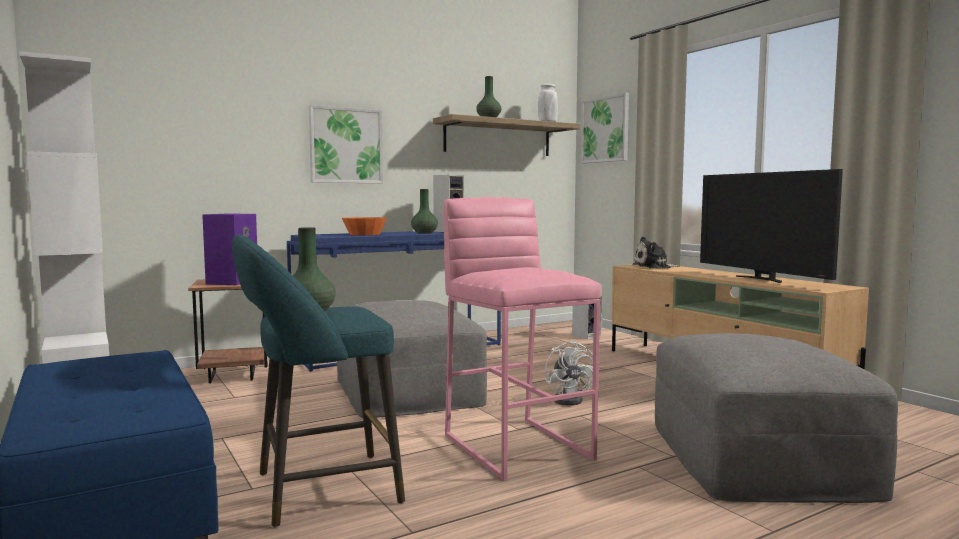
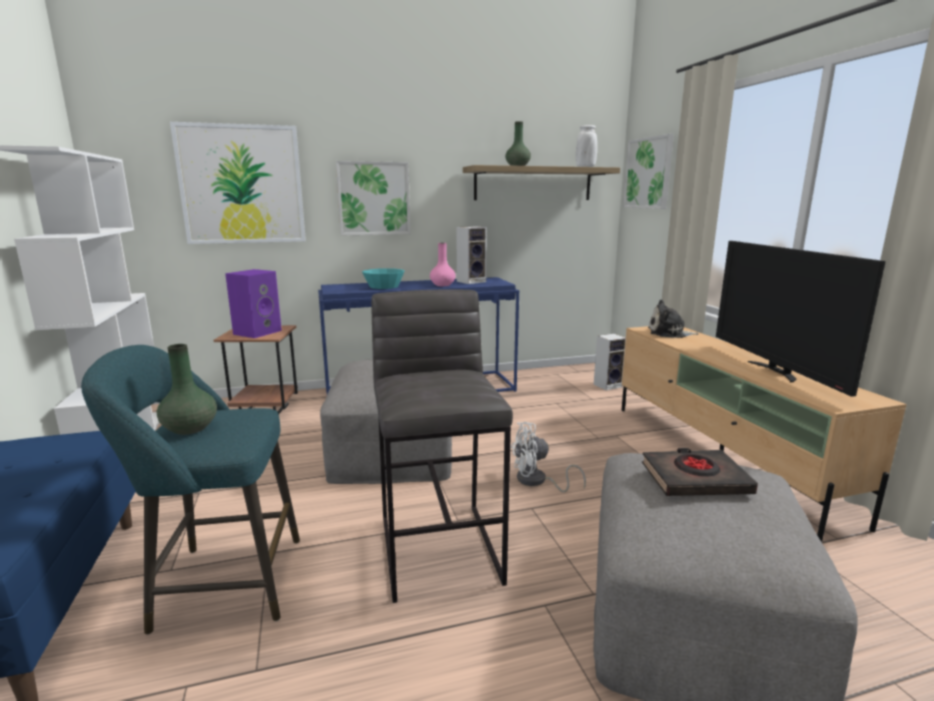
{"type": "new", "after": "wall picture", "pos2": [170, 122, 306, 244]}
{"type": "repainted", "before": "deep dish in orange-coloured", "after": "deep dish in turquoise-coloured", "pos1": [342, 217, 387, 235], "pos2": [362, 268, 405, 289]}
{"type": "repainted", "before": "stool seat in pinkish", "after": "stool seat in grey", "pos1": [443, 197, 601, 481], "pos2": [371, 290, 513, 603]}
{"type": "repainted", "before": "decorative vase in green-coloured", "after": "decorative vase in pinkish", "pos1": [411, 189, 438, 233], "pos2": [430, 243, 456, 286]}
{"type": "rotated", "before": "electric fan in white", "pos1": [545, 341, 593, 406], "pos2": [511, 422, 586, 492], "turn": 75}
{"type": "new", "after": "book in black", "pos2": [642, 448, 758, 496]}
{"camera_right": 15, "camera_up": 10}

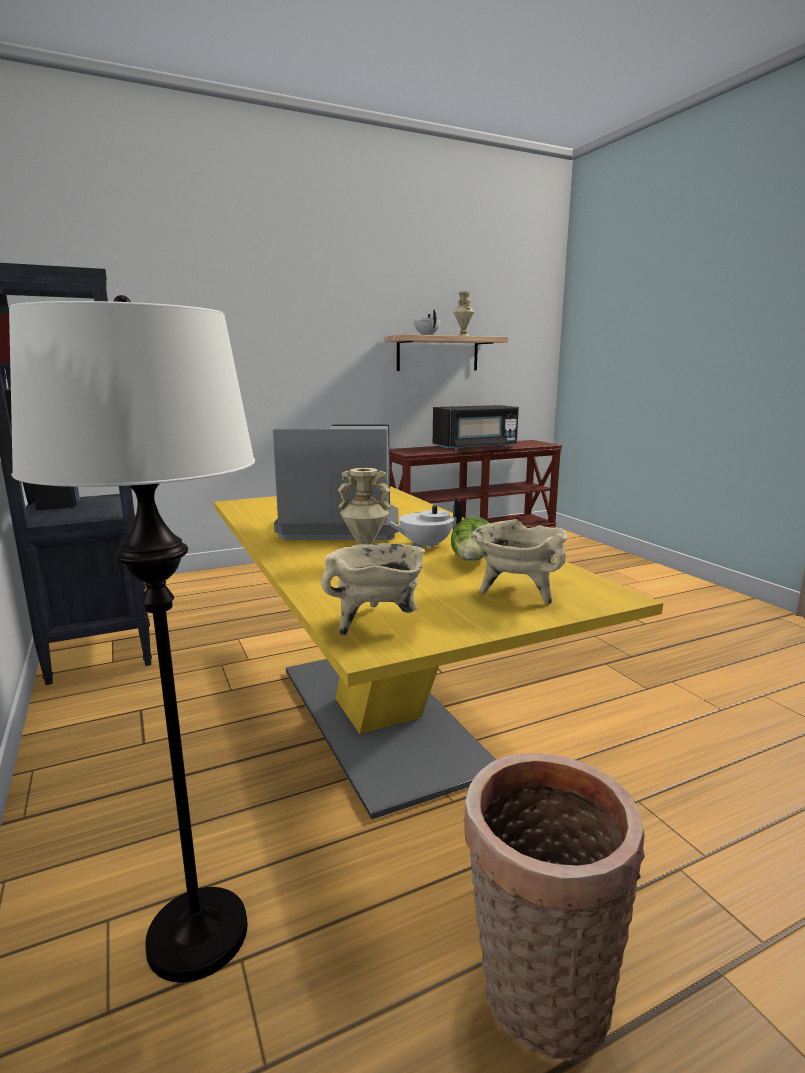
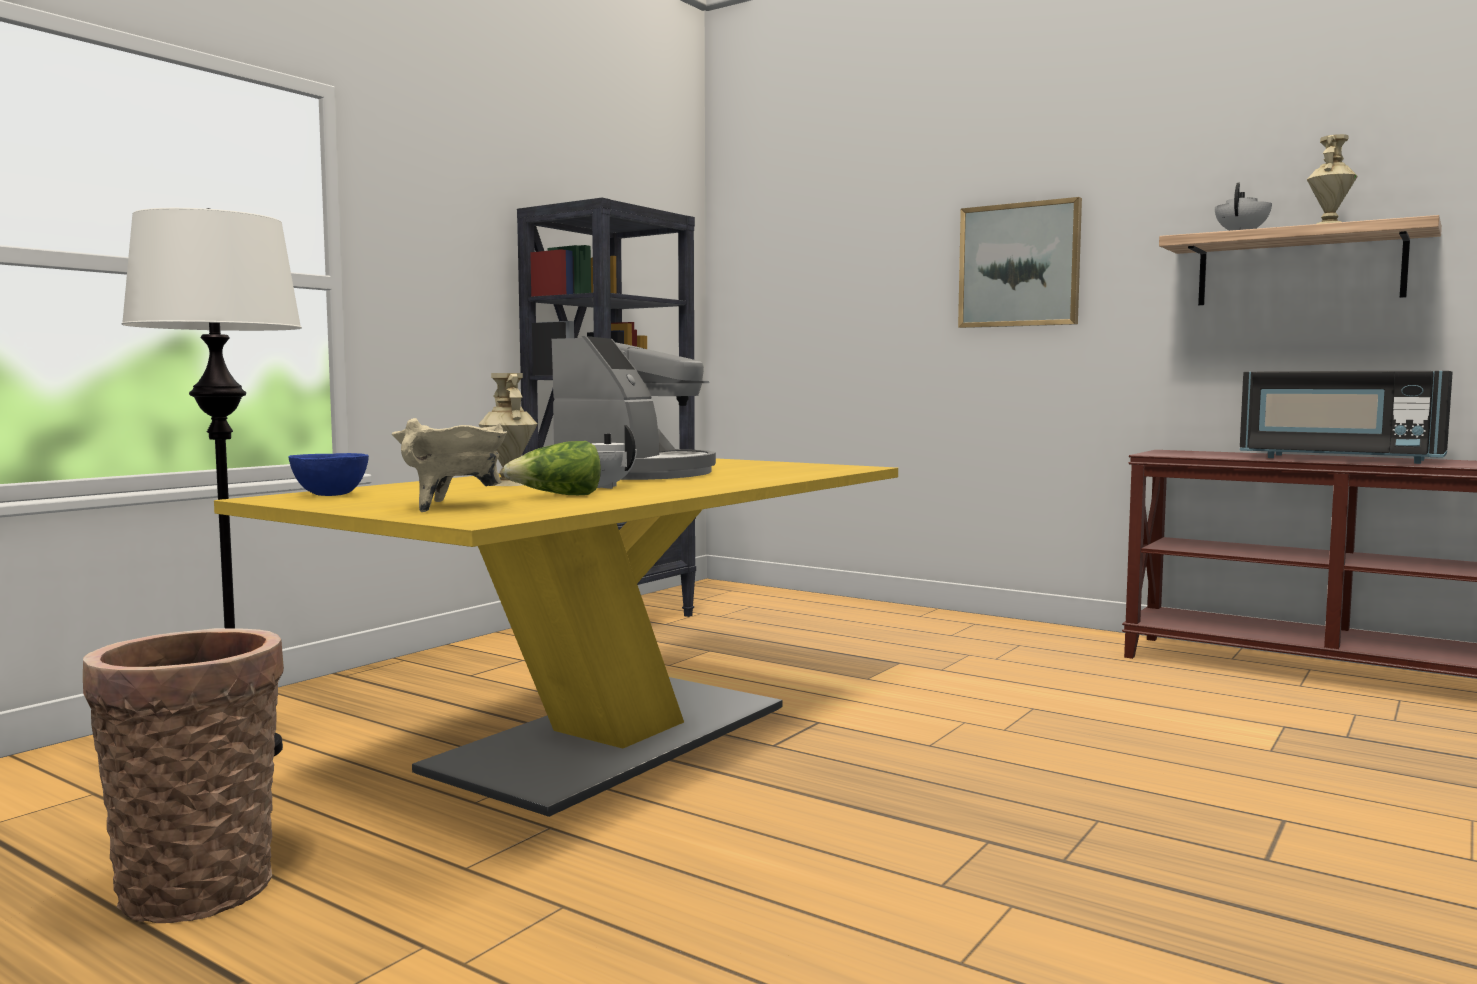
{"type": "swapped", "before": "saucepot in beige", "after": "deep dish in bluish", "pos1": [321, 543, 425, 636], "pos2": [288, 453, 369, 496]}
{"type": "rotated", "before": "coffee maker", "pos1": [273, 424, 398, 540], "pos2": [552, 336, 716, 480], "turn": 45}
{"type": "new", "after": "wall picture", "pos2": [958, 197, 1082, 328]}
{"camera_right": 60, "camera_up": -10}

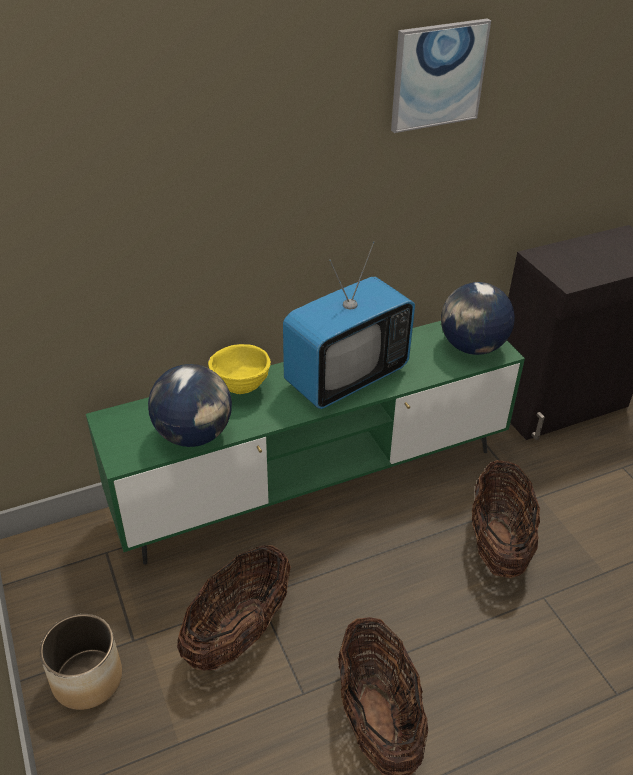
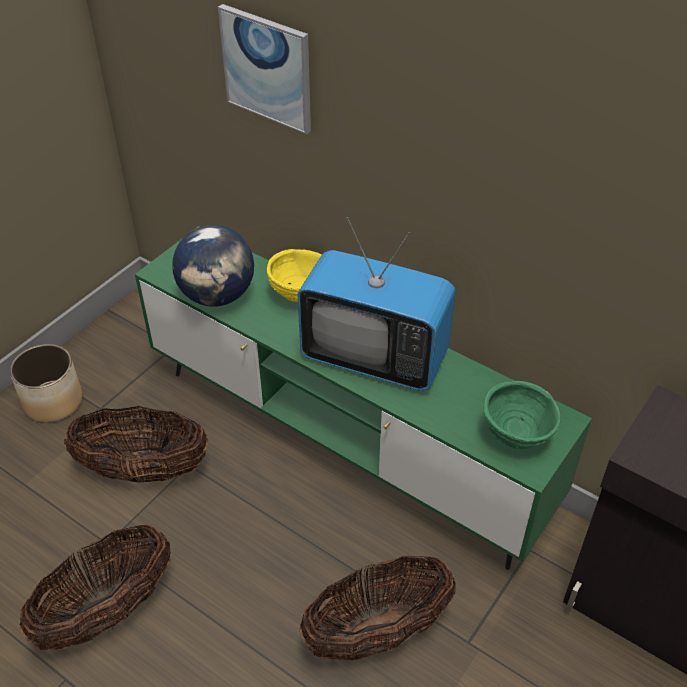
{"type": "shifted", "before": "wall picture", "pos1": [391, 18, 491, 133], "pos2": [218, 4, 311, 134]}
{"type": "swapped", "before": "globe", "after": "deep dish in green-coloured", "pos1": [441, 282, 515, 355], "pos2": [484, 381, 561, 449]}
{"camera_right": 60, "camera_up": 5}

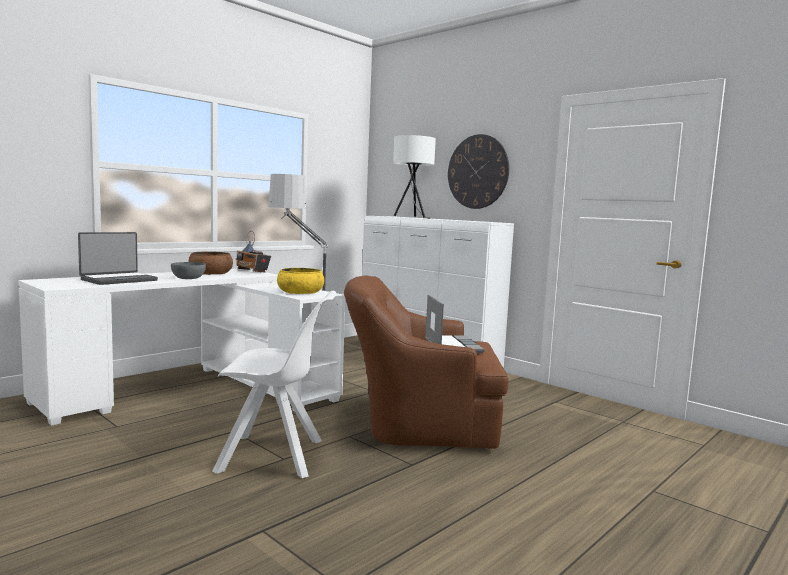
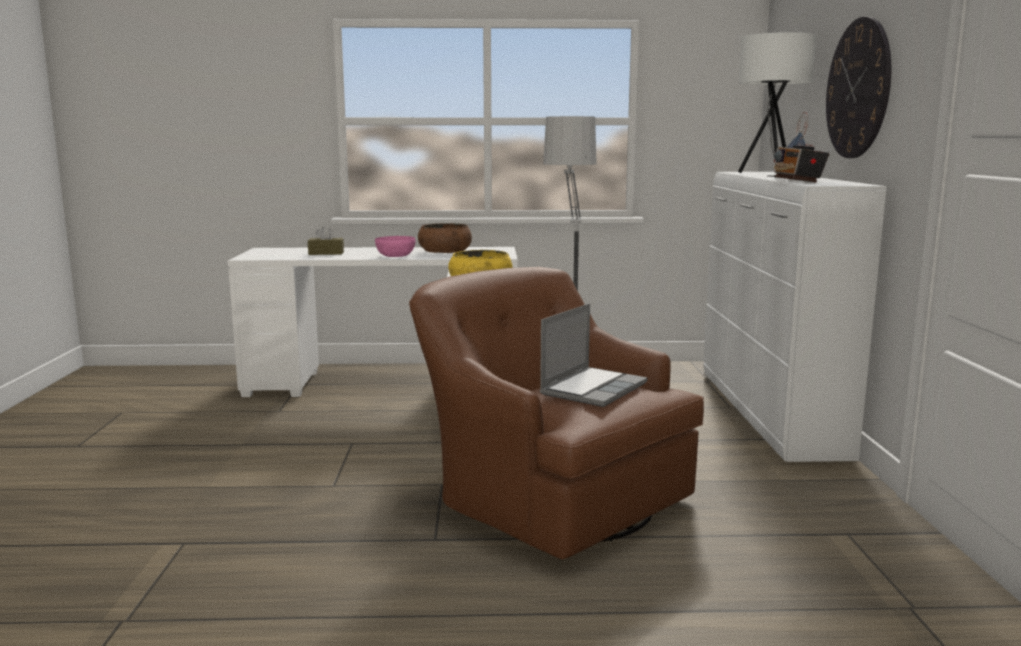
{"type": "swapped", "before": "laptop", "after": "tissue holder in brown-coloured", "pos1": [78, 232, 158, 285], "pos2": [308, 225, 344, 255]}
{"type": "repainted", "before": "deep dish in grey", "after": "deep dish in pinkish", "pos1": [171, 262, 206, 279], "pos2": [375, 236, 415, 257]}
{"type": "shifted", "before": "radio set", "pos1": [236, 231, 271, 273], "pos2": [774, 112, 830, 183]}
{"type": "gone", "before": "upright chair in white", "pos1": [213, 291, 337, 478]}
{"camera_right": 45, "camera_up": 5}

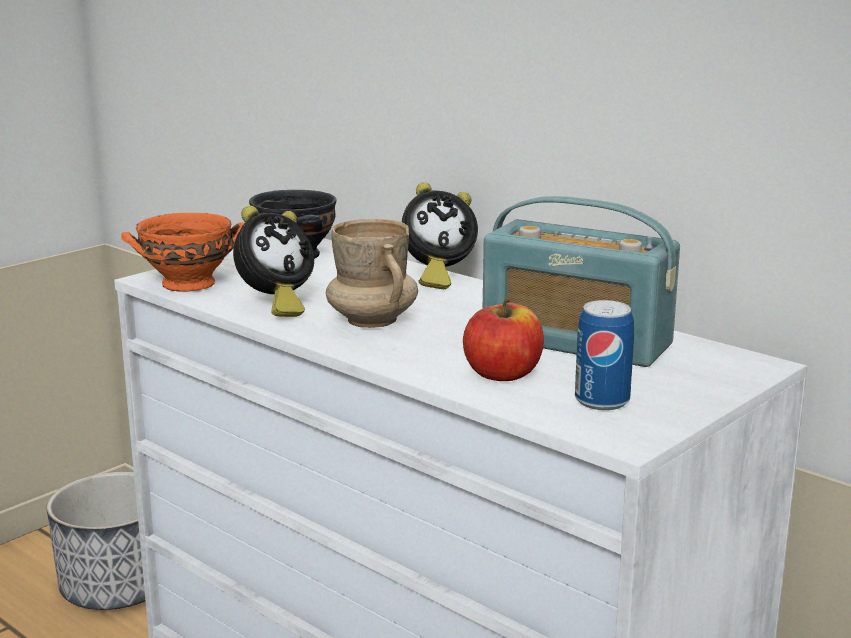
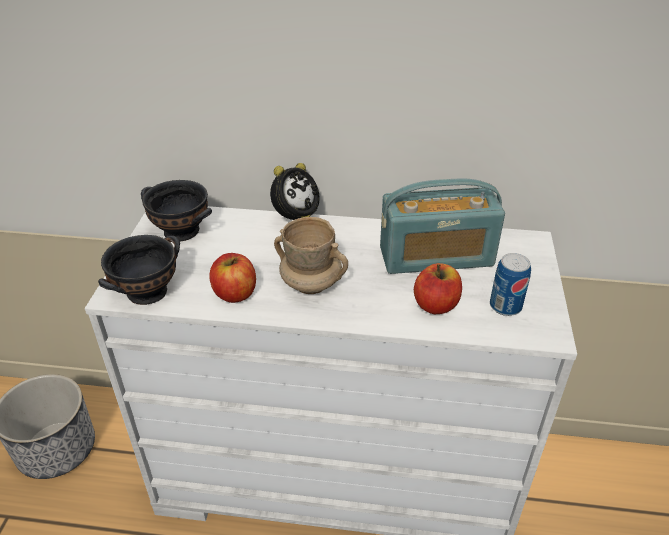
{"type": "repainted", "before": "deep dish in orange-coloured", "after": "deep dish in black", "pos1": [121, 213, 244, 292], "pos2": [98, 235, 180, 305]}
{"type": "swapped", "before": "alarm clock", "after": "whole apple", "pos1": [233, 206, 314, 317], "pos2": [209, 253, 256, 303]}
{"camera_right": -35, "camera_up": 20}

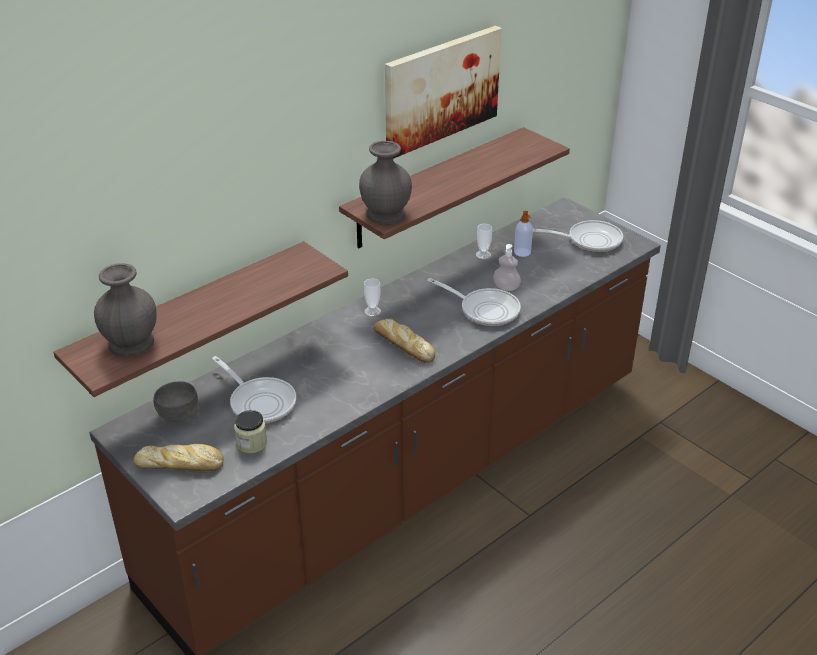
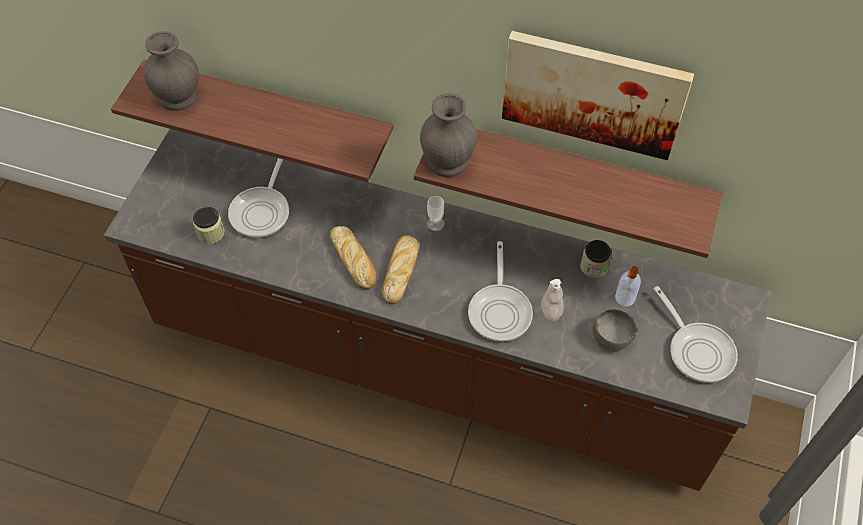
{"type": "shifted", "before": "bakery bread", "pos1": [133, 444, 224, 471], "pos2": [330, 226, 377, 289]}
{"type": "swapped", "before": "cup", "after": "preserve jar", "pos1": [476, 224, 492, 259], "pos2": [580, 240, 611, 278]}
{"type": "shifted", "before": "deep dish in grey", "pos1": [153, 381, 198, 422], "pos2": [593, 309, 636, 351]}
{"camera_right": 60, "camera_up": 20}

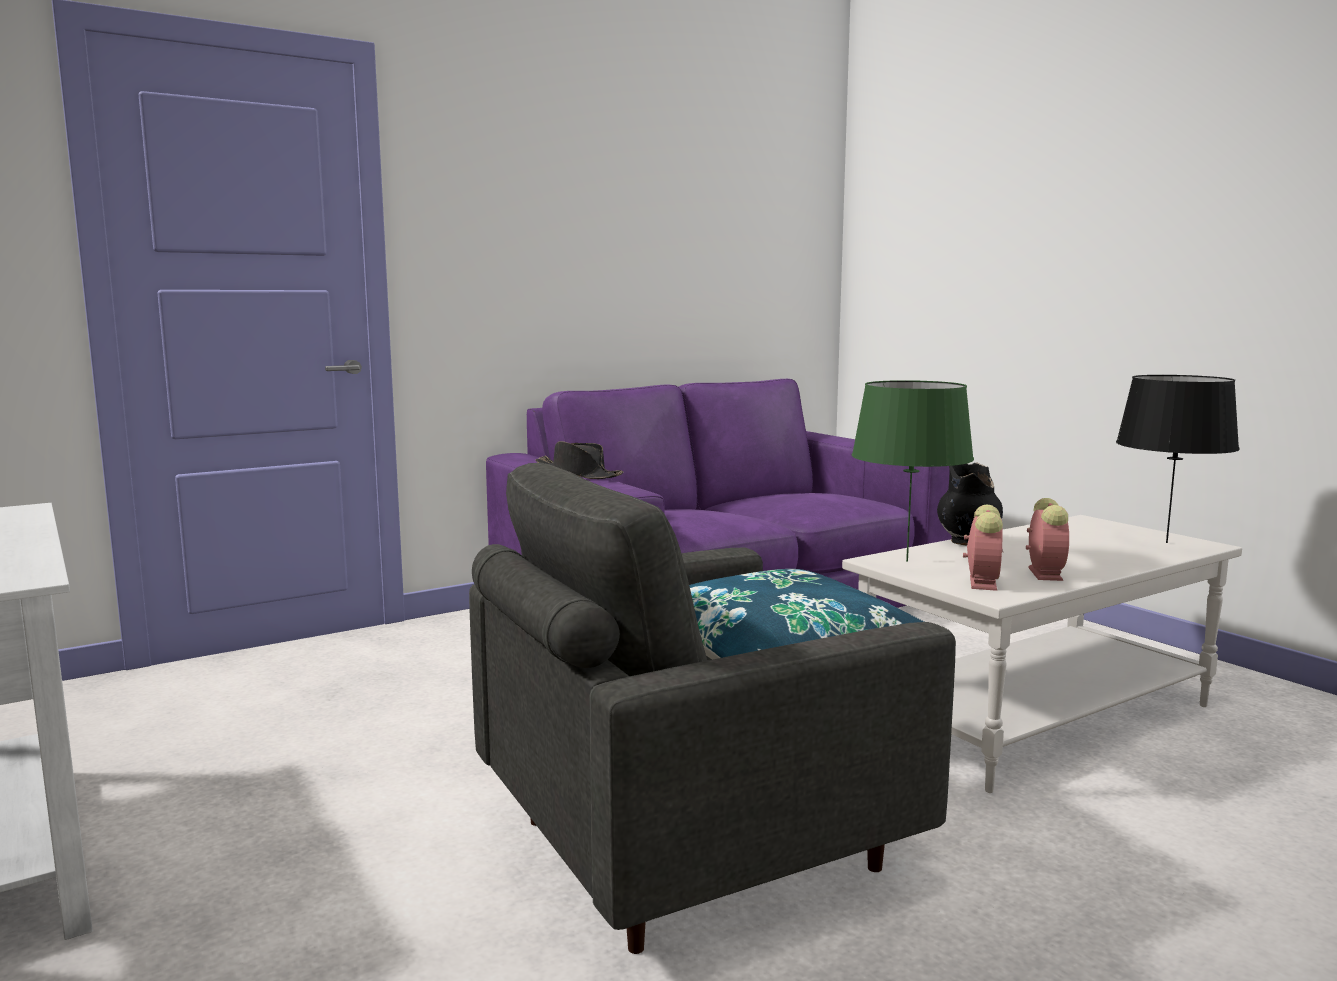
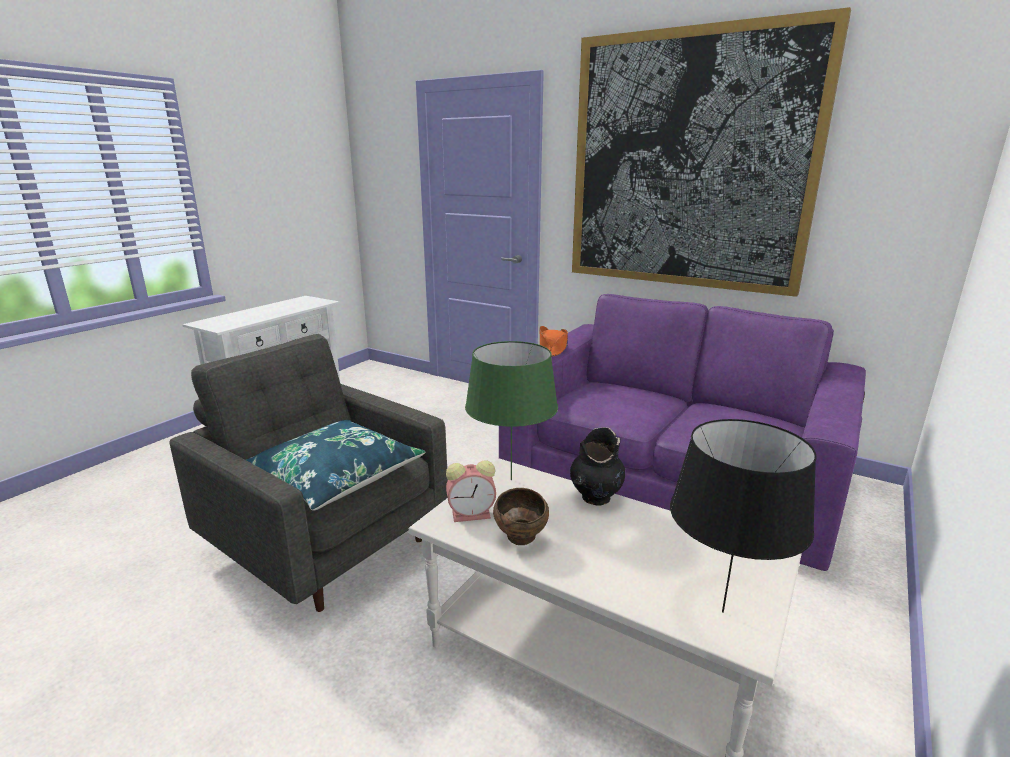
{"type": "swapped", "before": "alarm clock", "after": "deep dish in brown-coloured", "pos1": [1026, 498, 1069, 581], "pos2": [493, 488, 549, 545]}
{"type": "repainted", "before": "clothing hat in black", "after": "clothing hat in orange-coloured", "pos1": [535, 441, 623, 479], "pos2": [539, 326, 568, 357]}
{"type": "new", "after": "wall picture", "pos2": [572, 7, 851, 297]}
{"camera_right": 65, "camera_up": 10}

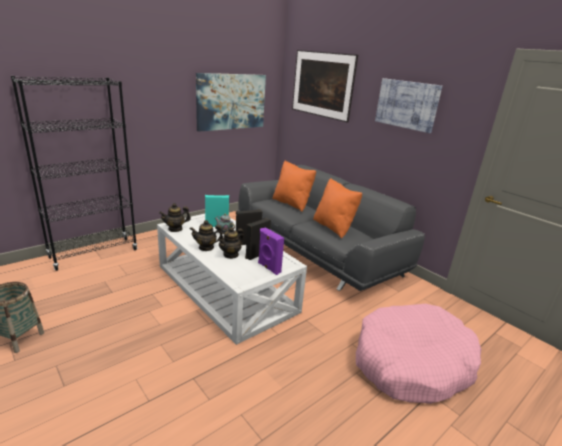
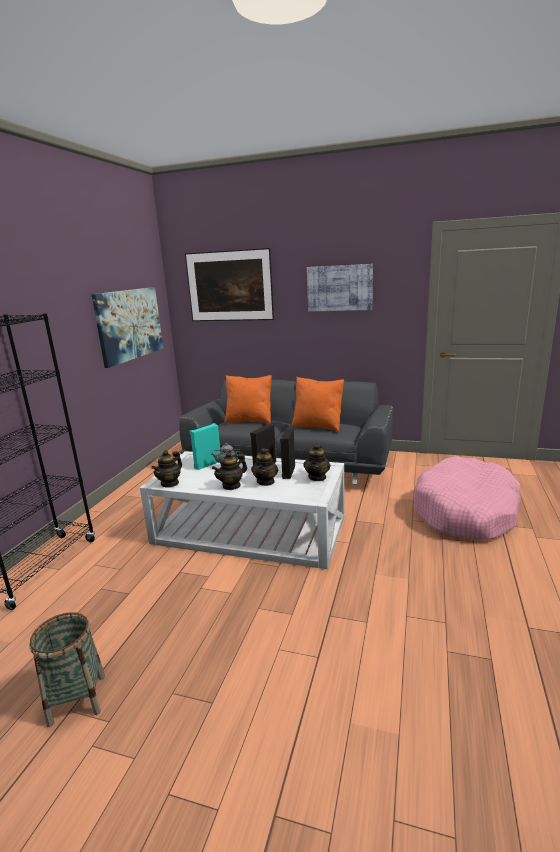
{"type": "swapped", "before": "loudspeaker in purple-coloured", "after": "pot for tea", "pos1": [258, 227, 284, 275], "pos2": [303, 444, 331, 481]}
{"camera_right": -30, "camera_up": -5}

